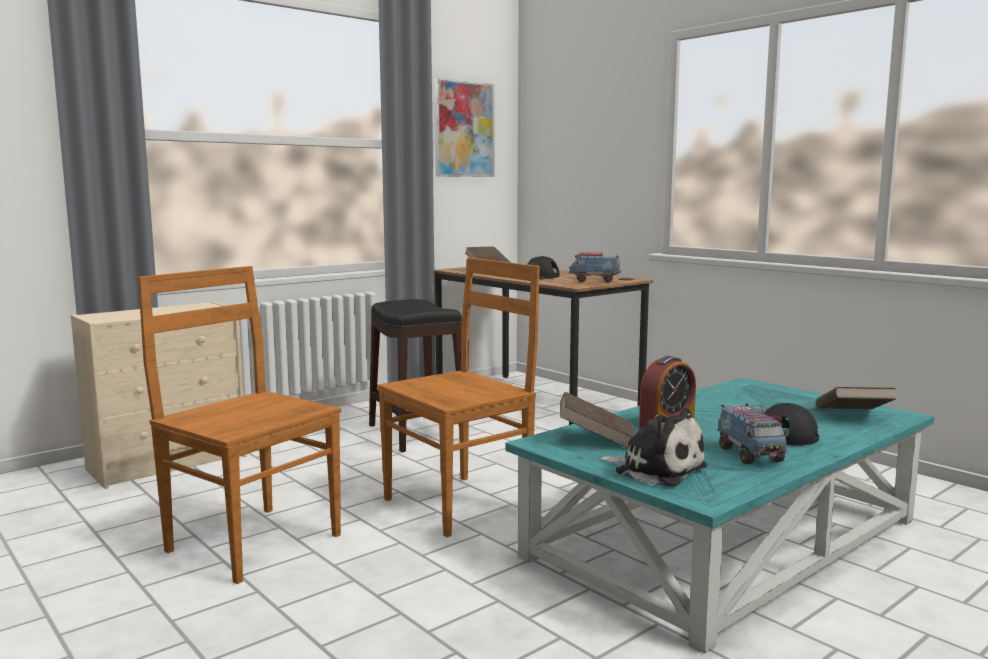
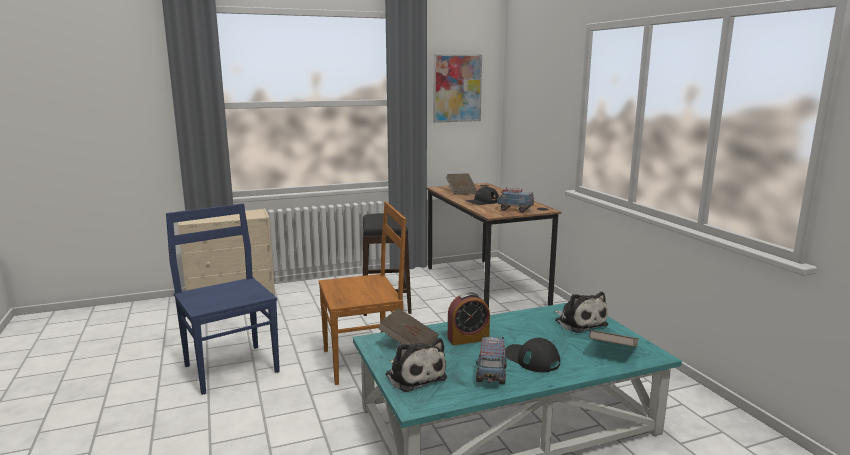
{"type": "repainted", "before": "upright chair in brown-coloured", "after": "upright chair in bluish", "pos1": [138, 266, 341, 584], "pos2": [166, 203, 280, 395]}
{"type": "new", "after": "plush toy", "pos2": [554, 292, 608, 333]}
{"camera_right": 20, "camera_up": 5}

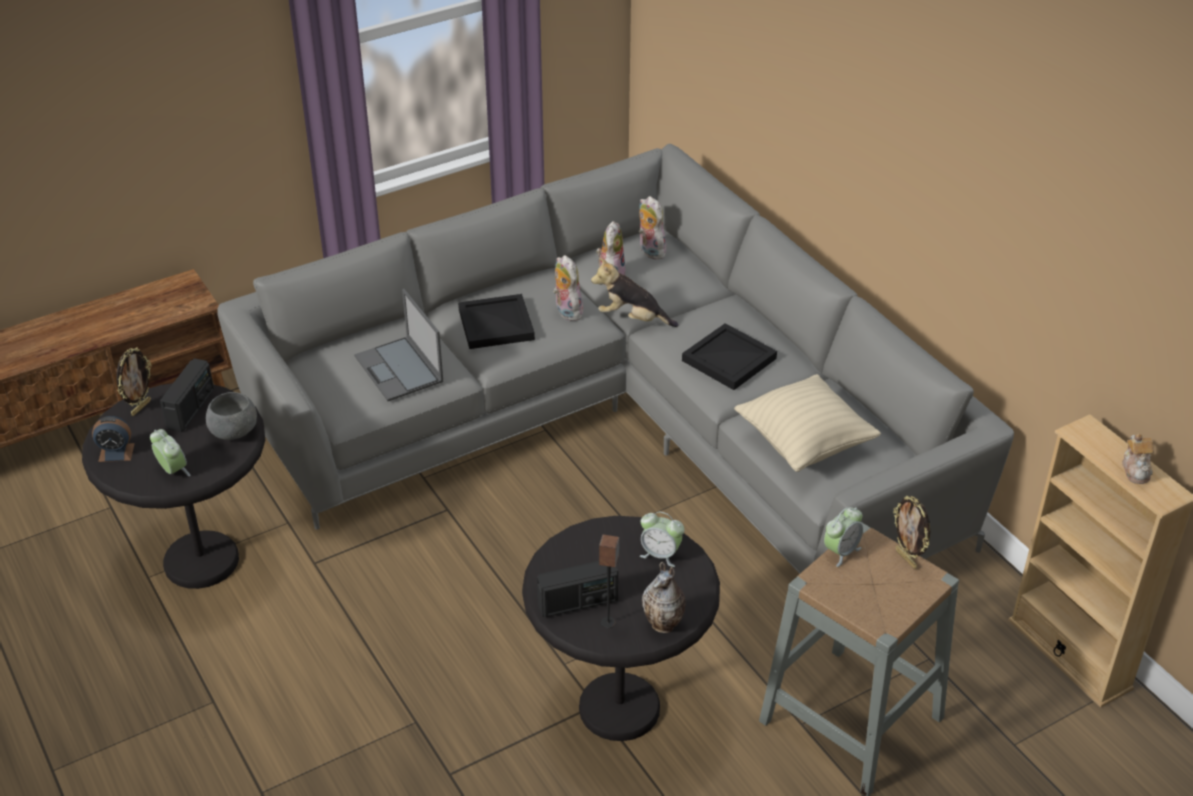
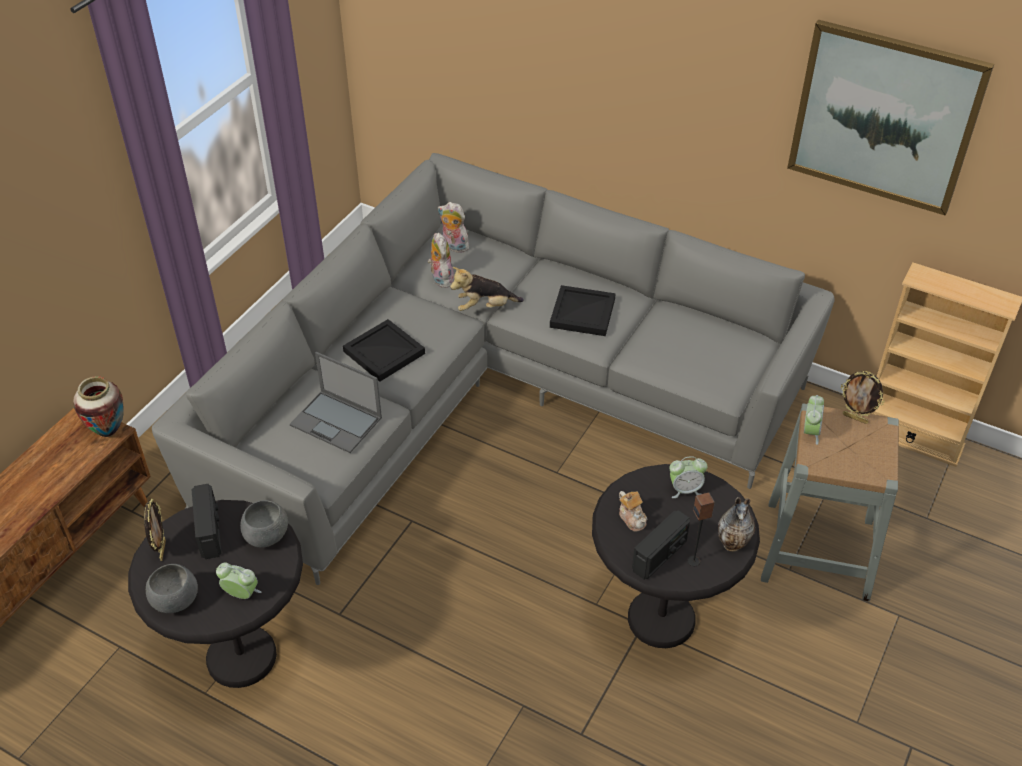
{"type": "new", "after": "decorative vase", "pos2": [74, 376, 124, 437]}
{"type": "swapped", "before": "alarm clock", "after": "deep dish in grey", "pos1": [92, 416, 135, 462], "pos2": [146, 564, 198, 613]}
{"type": "shifted", "before": "pot for tea", "pos1": [1122, 434, 1154, 484], "pos2": [619, 491, 647, 532]}
{"type": "new", "after": "wall picture", "pos2": [787, 20, 994, 216]}
{"type": "gone", "before": "plush toy", "pos1": [553, 255, 585, 321]}
{"type": "gone", "before": "pillow in beige", "pos1": [734, 374, 881, 472]}
{"camera_right": -30, "camera_up": 5}

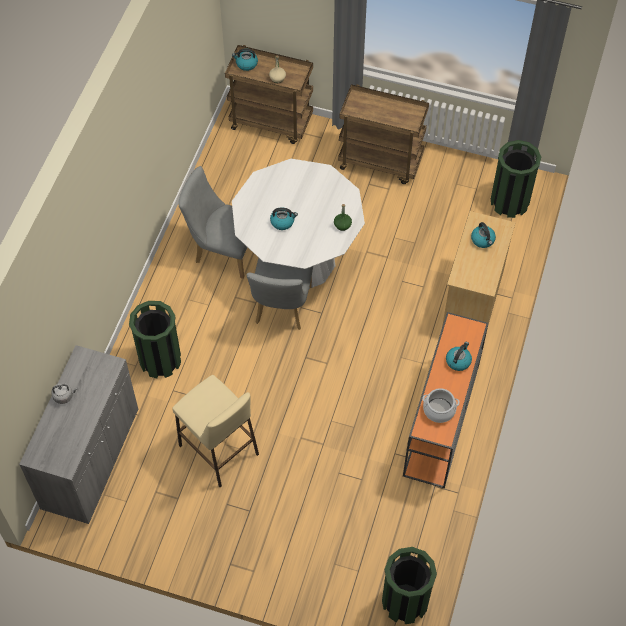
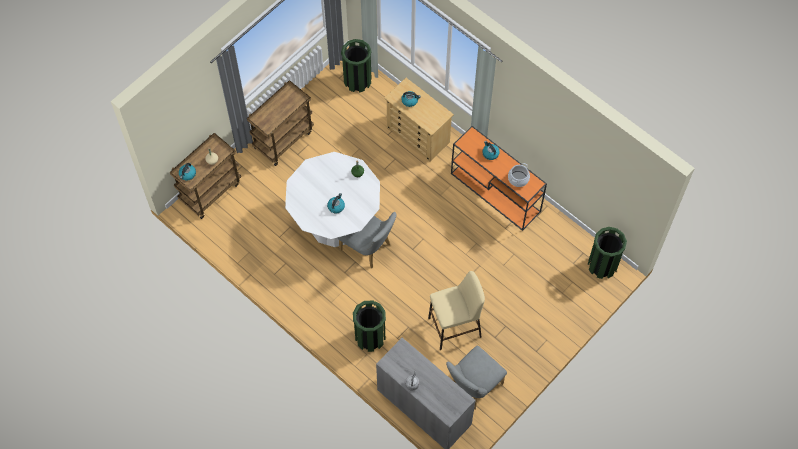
{"type": "shifted", "before": "upright chair in grey", "pos1": [178, 166, 248, 279], "pos2": [446, 346, 507, 410]}
{"camera_right": -65, "camera_up": 5}

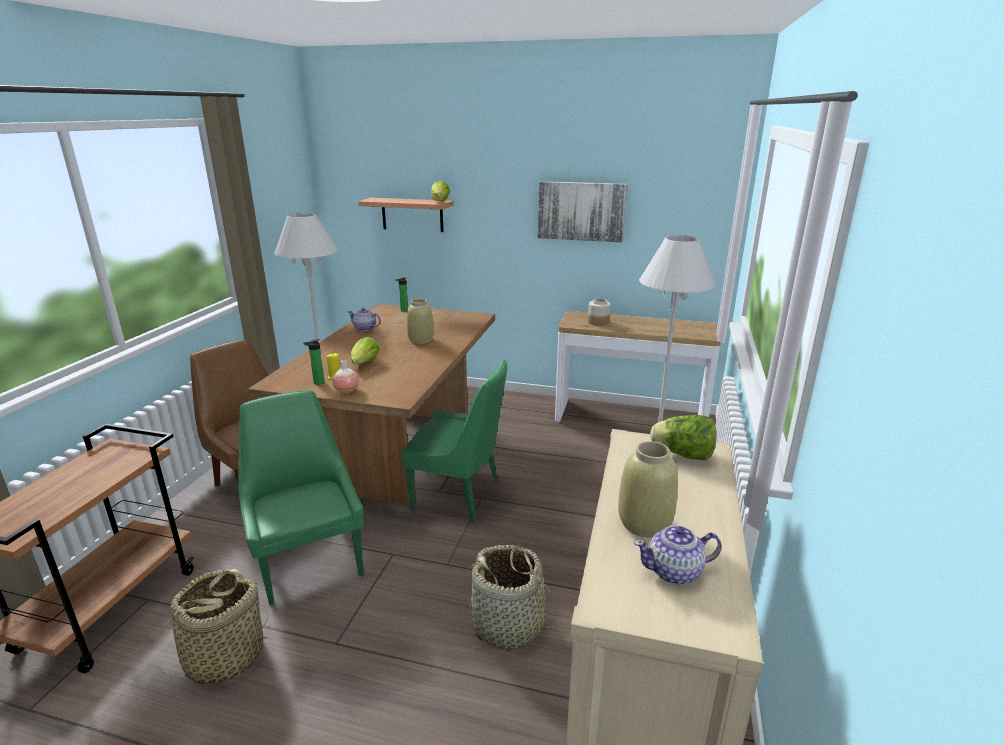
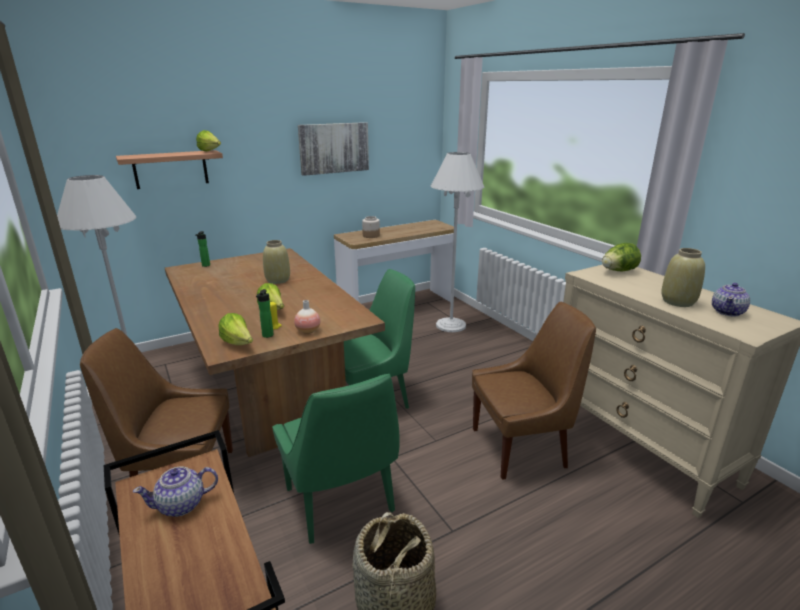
{"type": "shifted", "before": "pot for tea", "pos1": [348, 308, 381, 331], "pos2": [133, 466, 218, 517]}
{"type": "new", "after": "lettuce", "pos2": [218, 313, 253, 345]}
{"type": "rotated", "before": "upright chair in green-coloured", "pos1": [238, 391, 364, 605], "pos2": [272, 374, 400, 544], "turn": -135}
{"type": "swapped", "before": "basket", "after": "upright chair in brown-coloured", "pos1": [467, 545, 560, 650], "pos2": [472, 302, 596, 480]}
{"camera_right": -45, "camera_up": 0}

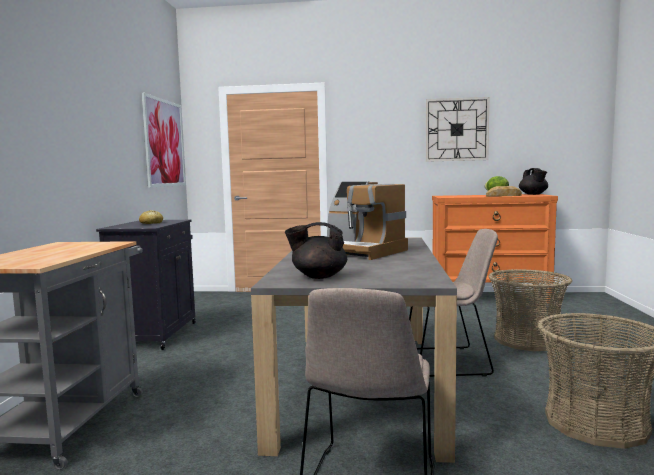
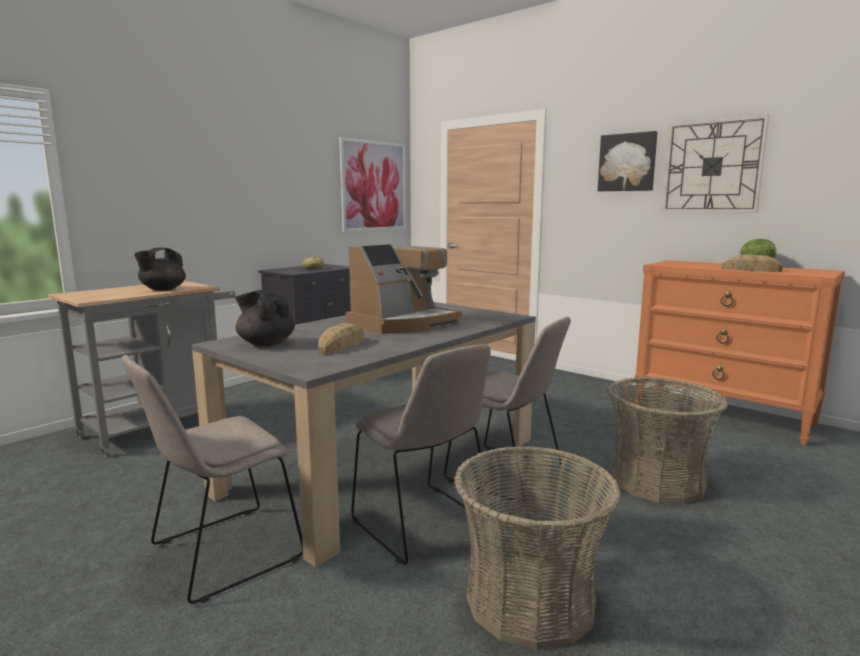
{"type": "shifted", "before": "pot for tea in black", "pos1": [519, 168, 548, 195], "pos2": [134, 247, 186, 291]}
{"type": "new", "after": "bakery bread", "pos2": [318, 323, 364, 355]}
{"type": "rotated", "before": "coffee maker", "pos1": [327, 182, 408, 260], "pos2": [346, 244, 462, 334], "turn": -120}
{"type": "new", "after": "upright chair in beige", "pos2": [351, 344, 494, 565]}
{"type": "new", "after": "wall picture", "pos2": [598, 131, 658, 191]}
{"camera_right": 35, "camera_up": 5}

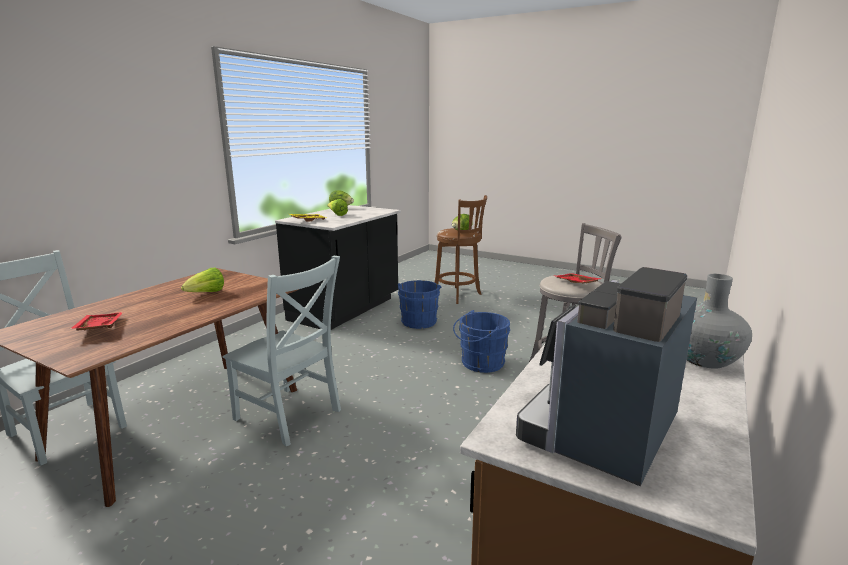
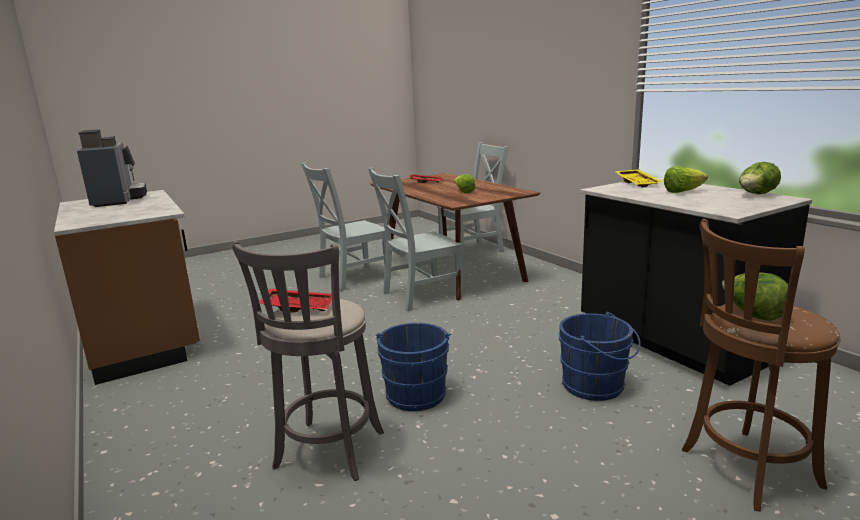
{"type": "new", "after": "upright chair in grey", "pos2": [301, 163, 386, 291]}
{"type": "gone", "before": "decorative vase in grey", "pos1": [687, 274, 752, 369]}
{"camera_right": 120, "camera_up": 0}

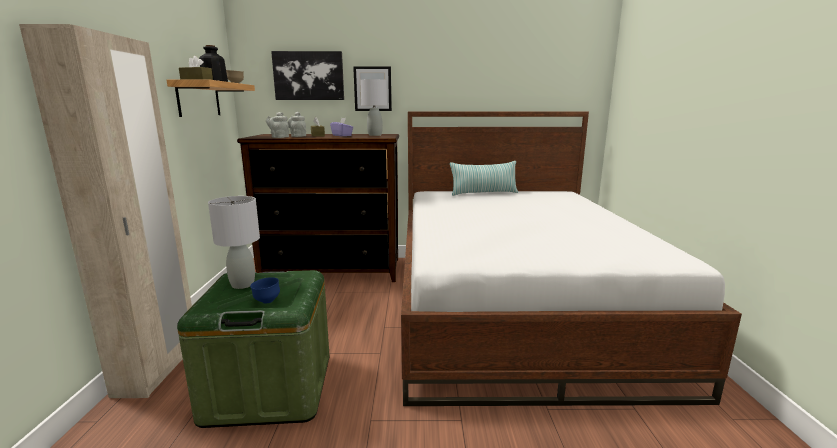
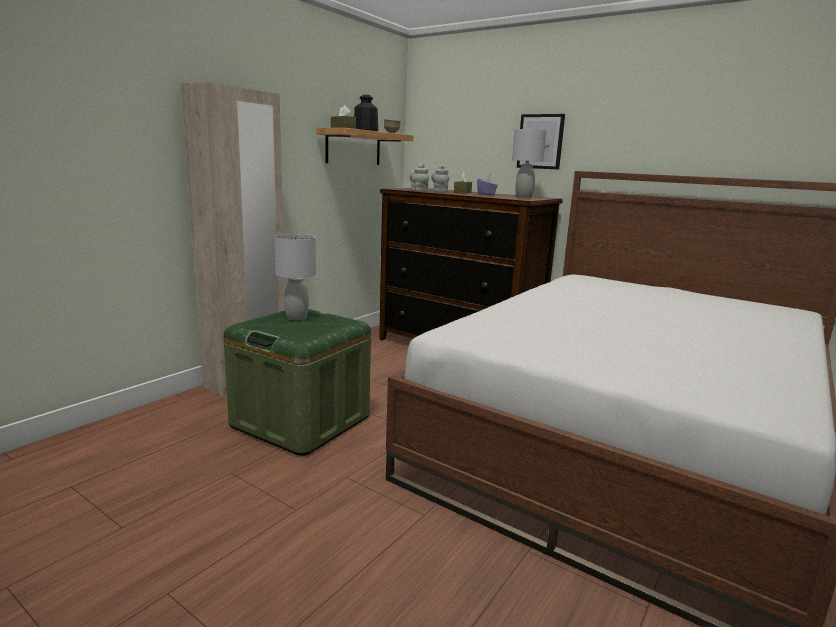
{"type": "gone", "before": "deep dish in bluish", "pos1": [250, 277, 280, 304]}
{"type": "gone", "before": "wall picture", "pos1": [271, 51, 344, 100]}
{"type": "gone", "before": "pillow", "pos1": [450, 161, 518, 196]}
{"camera_right": 35, "camera_up": 0}

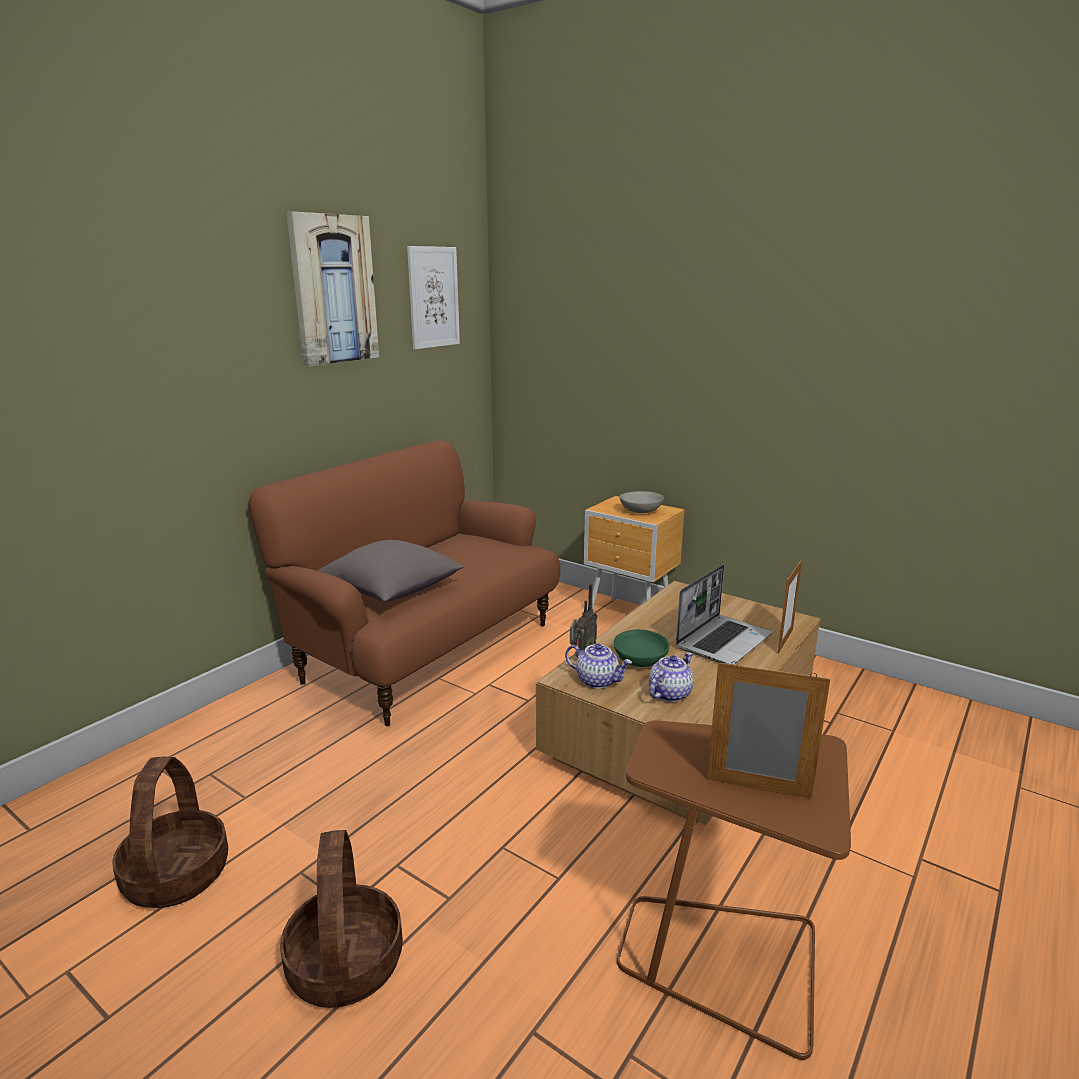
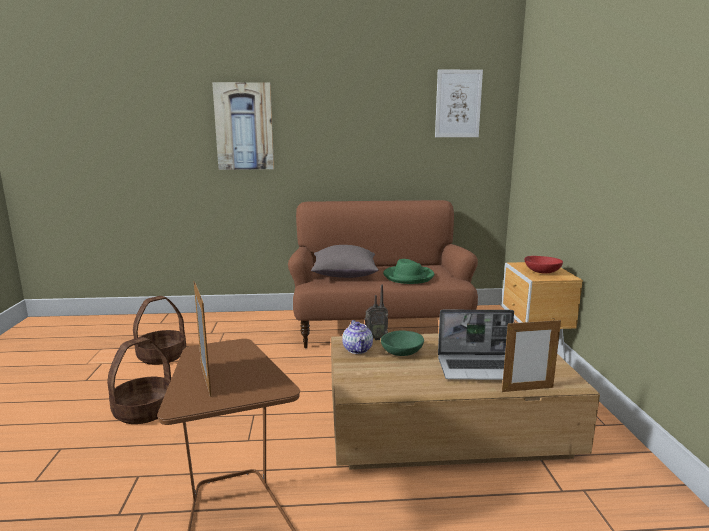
{"type": "shifted", "before": "wall picture", "pos1": [286, 211, 379, 366], "pos2": [212, 82, 274, 170]}
{"type": "new", "after": "clothing hat in green-coloured", "pos2": [383, 259, 434, 284]}
{"type": "repainted", "before": "deep dish in grey", "after": "deep dish in reddish", "pos1": [620, 491, 664, 513], "pos2": [524, 256, 563, 273]}
{"type": "gone", "before": "pot for tea", "pos1": [649, 652, 694, 702]}
{"camera_right": 50, "camera_up": -5}

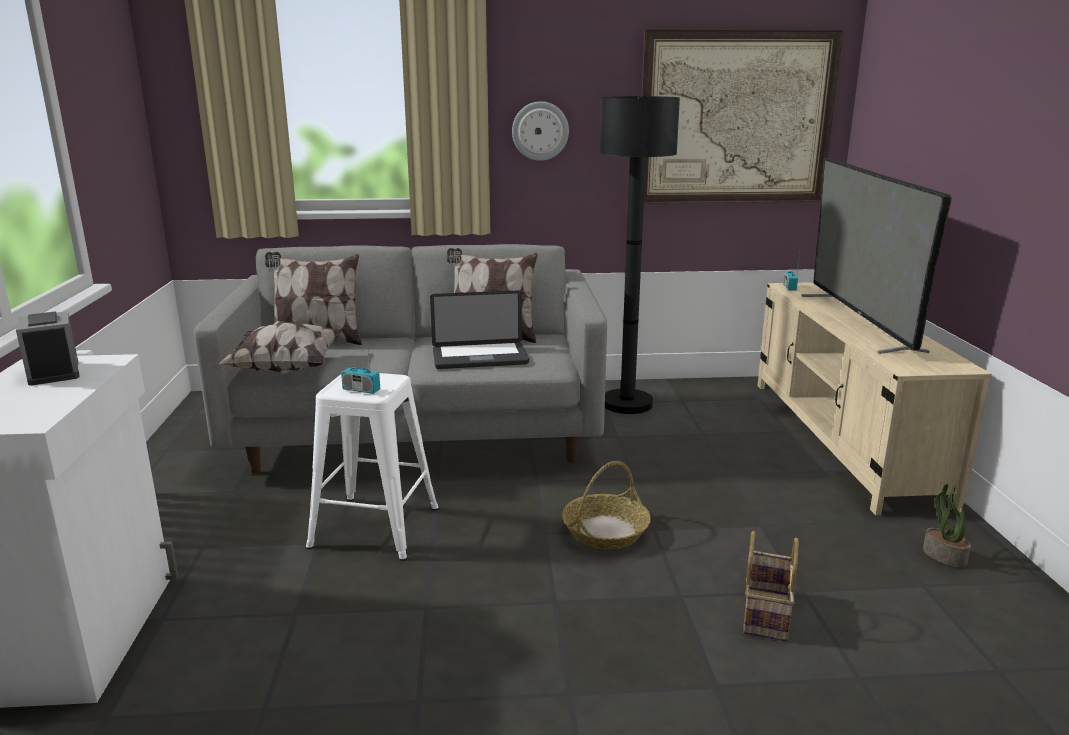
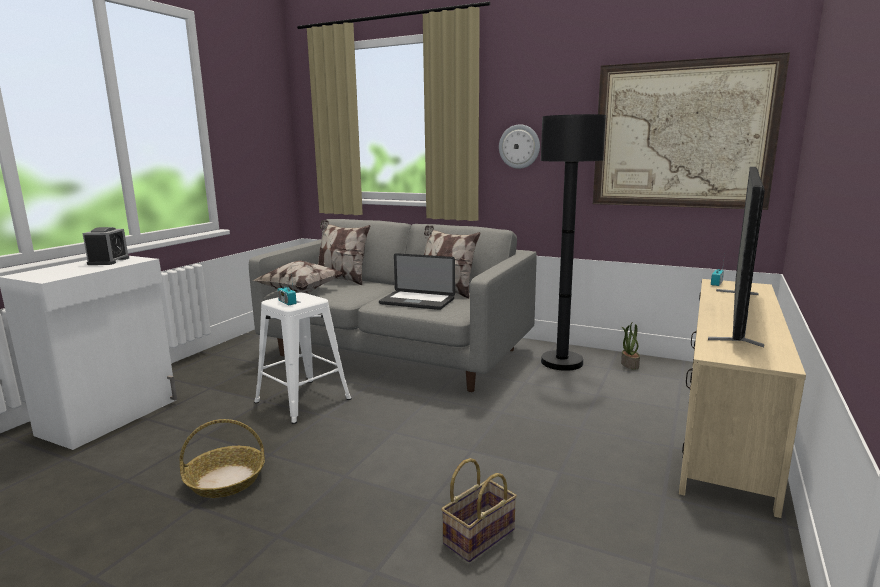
{"type": "shifted", "before": "basket", "pos1": [562, 461, 651, 549], "pos2": [180, 419, 265, 498]}
{"type": "shifted", "before": "potted plant", "pos1": [923, 484, 971, 567], "pos2": [621, 323, 640, 370]}
{"camera_right": 30, "camera_up": -5}

